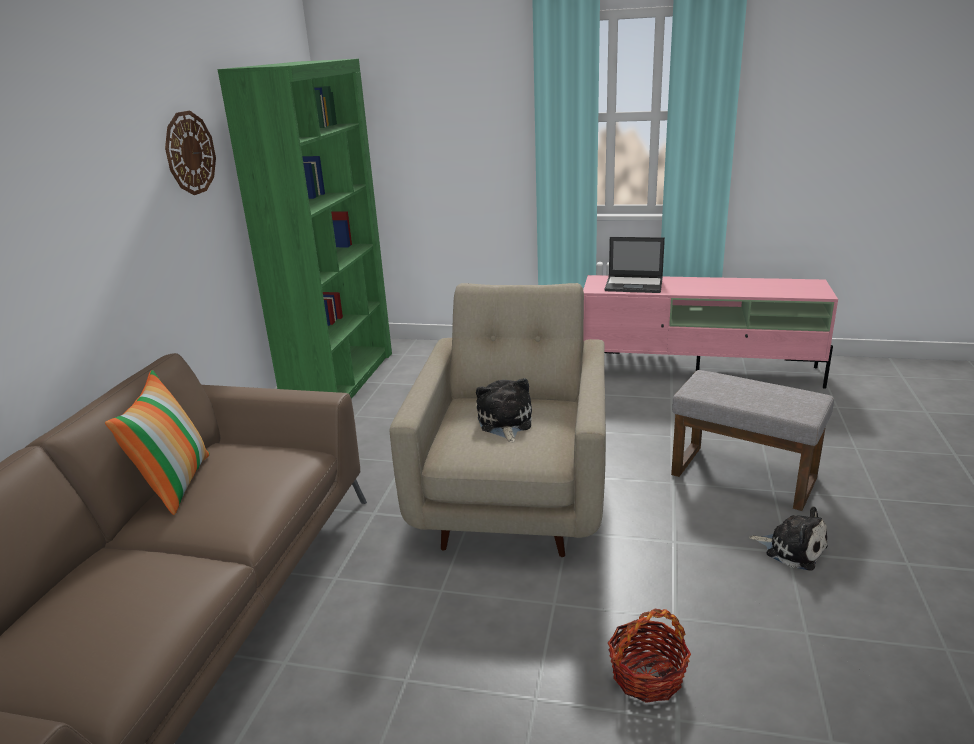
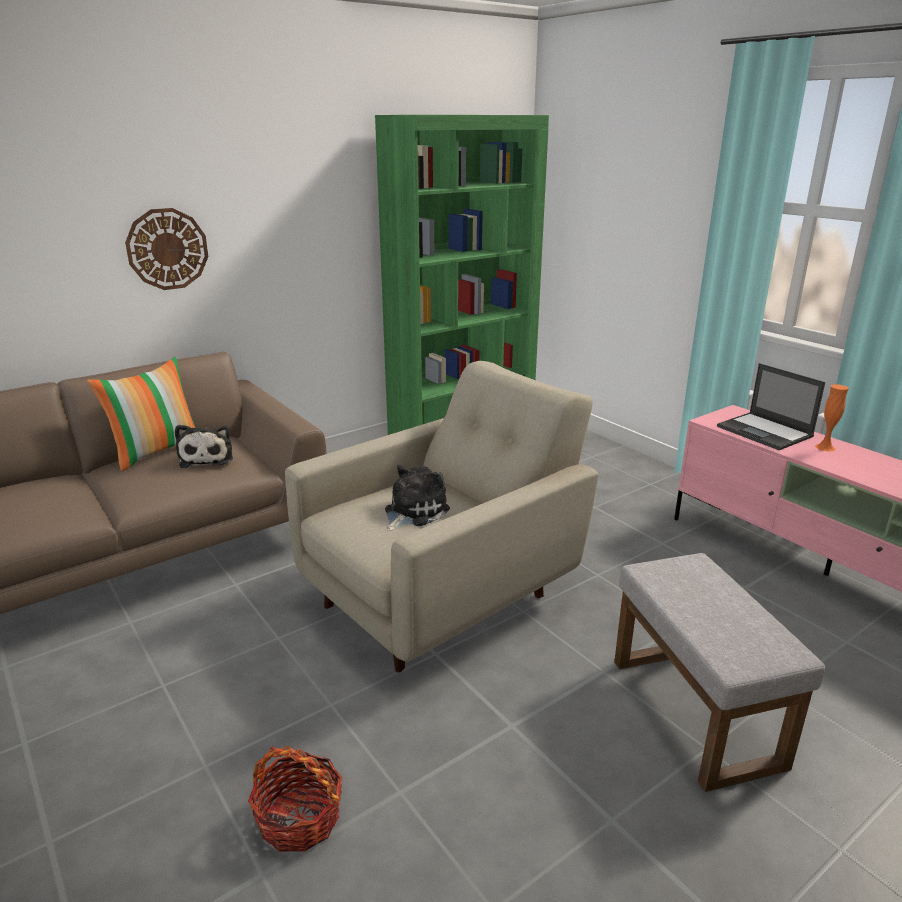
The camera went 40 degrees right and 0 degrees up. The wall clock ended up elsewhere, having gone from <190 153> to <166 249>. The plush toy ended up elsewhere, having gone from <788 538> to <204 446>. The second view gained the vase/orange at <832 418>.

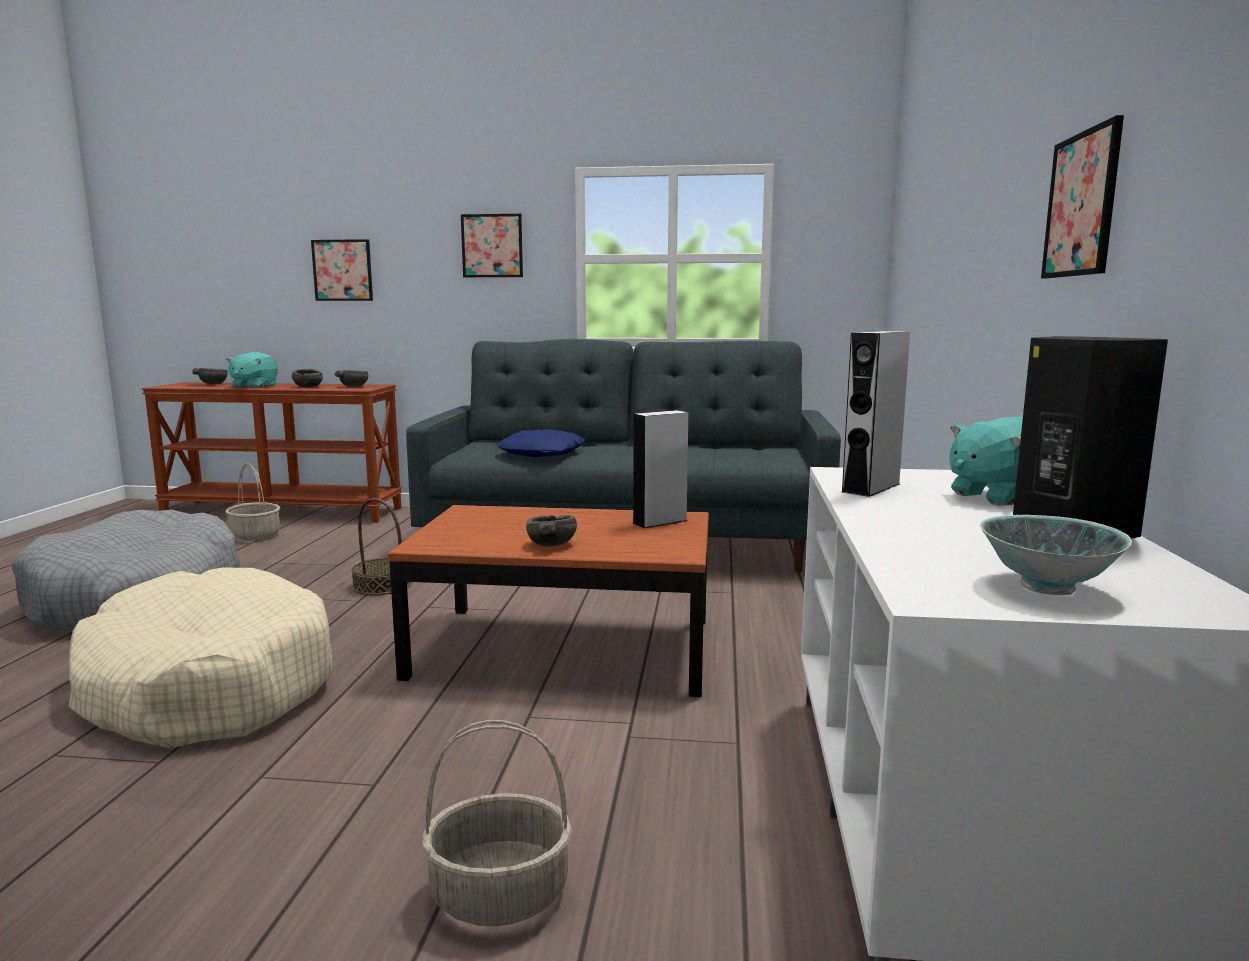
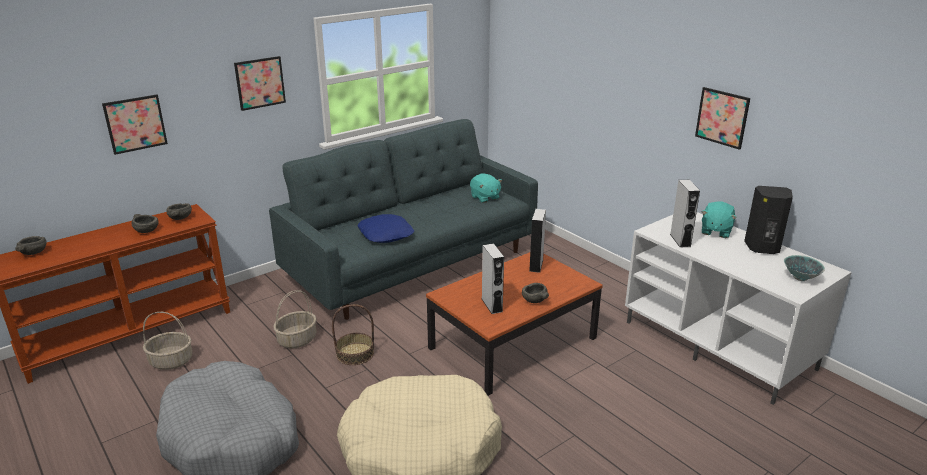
The camera went 45 degrees left and 15 degrees up. The plush toy/turquoise ended up elsewhere, having gone from <252 370> to <486 188>. The basket ended up elsewhere, having gone from <497 823> to <295 319>. The second view gained the speaker/grey at <493 278>.

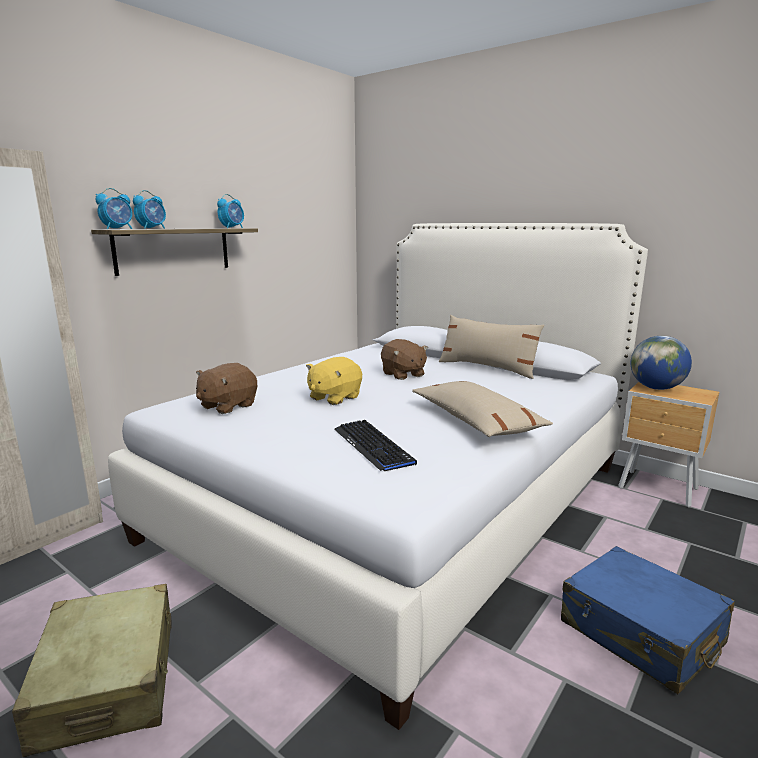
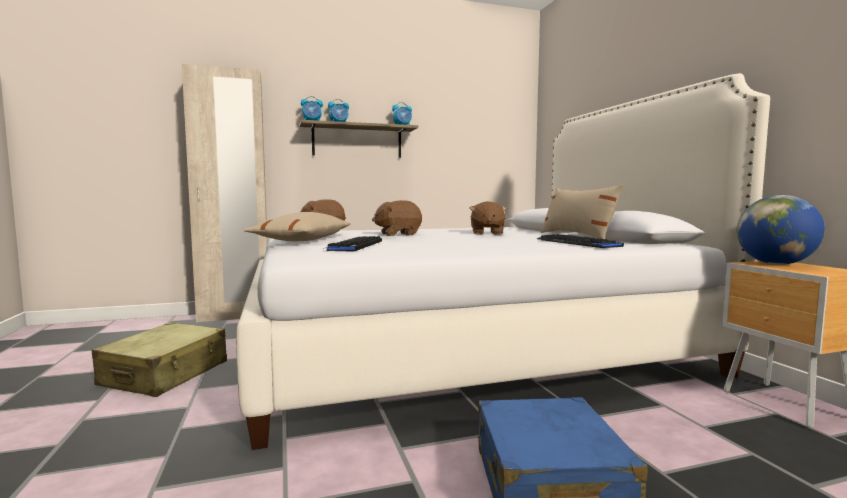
The camera went 35 degrees right and 10 degrees down. What was the plush toy/yellow at <334 381> turned into the plush toy/brown at <397 218>. The pillow/beige ended up elsewhere, having gone from <482 409> to <297 226>. The second view gained the keyboard at <580 241>.

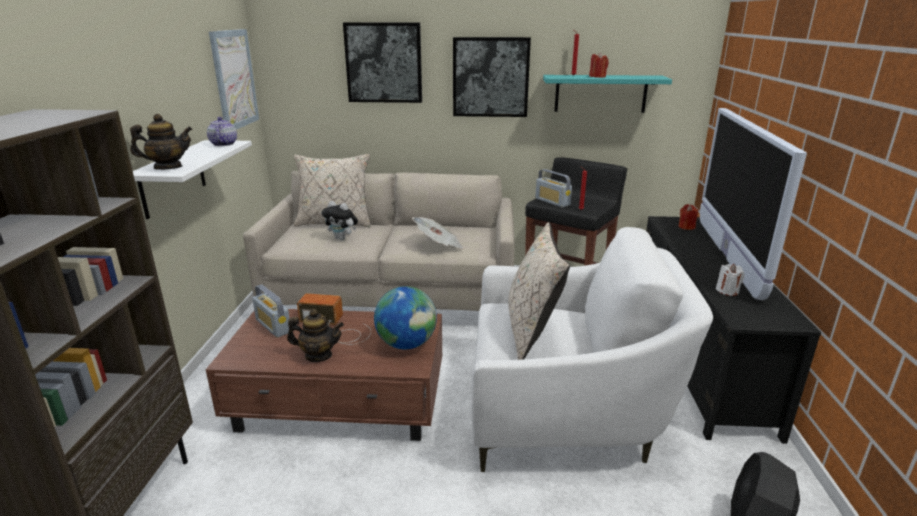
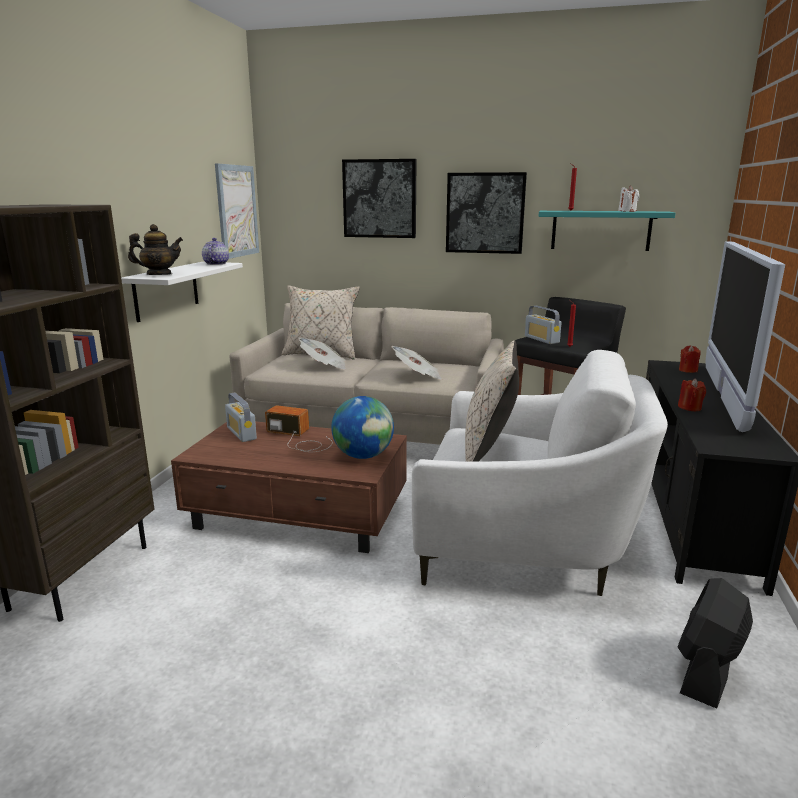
The camera went 10 degrees right and 5 degrees down. The second view lost the teapot at <315 335>. Where the plush toy stood at <340 220>, the newspaper came to stand at <322 354>. The candle/red ended up elsewhere, having gone from <599 65> to <692 394>. The candle/white ended up elsewhere, having gone from <730 280> to <628 198>.

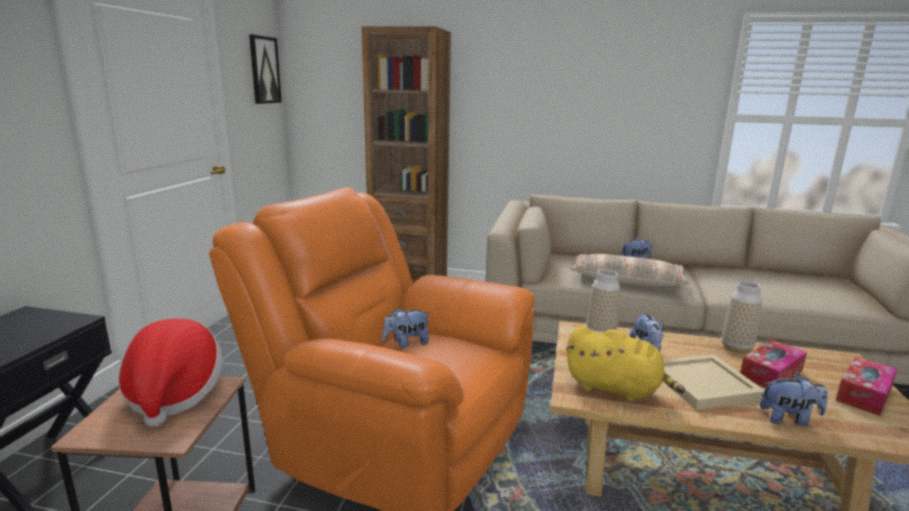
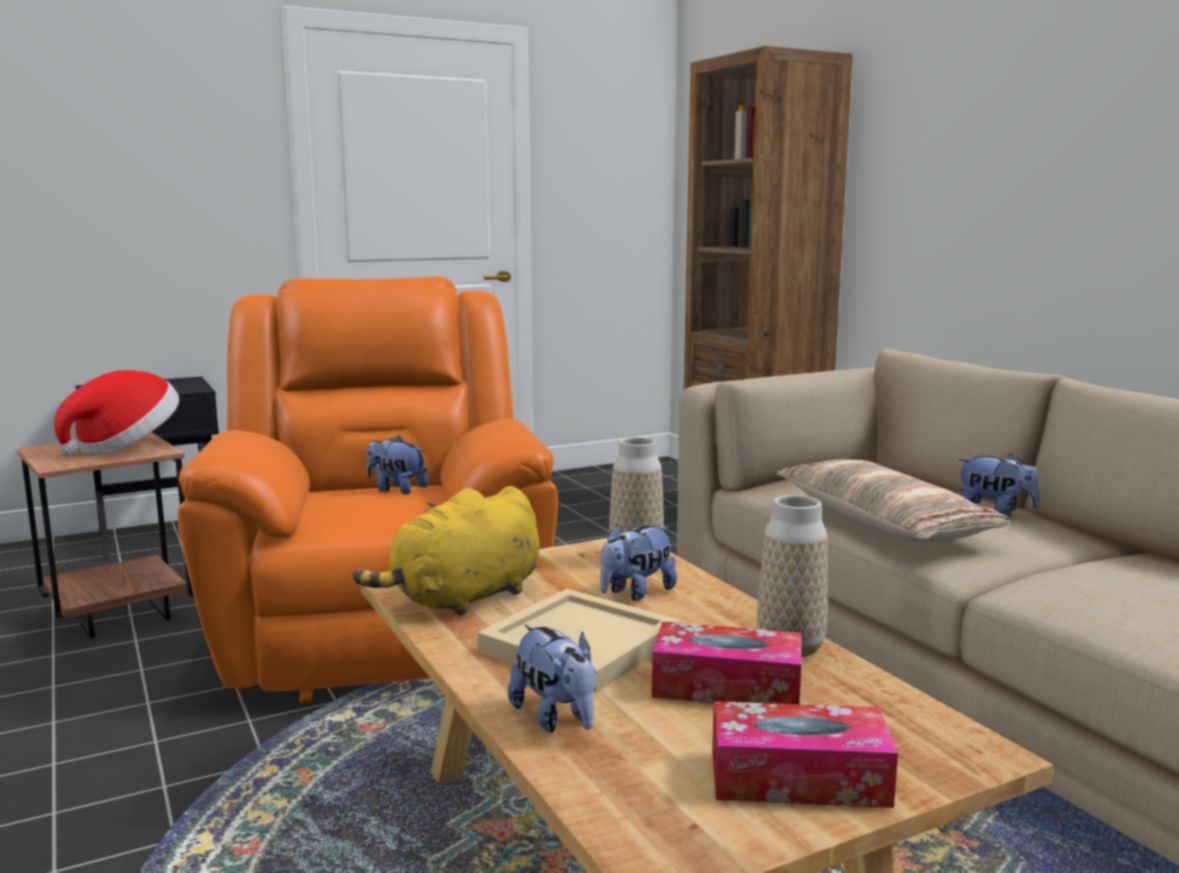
The camera went 50 degrees right and 5 degrees down. The second view lost the picture at <265 69>. The plush toy/yellow at <625 364> ended up facing another way, 60 degrees clockwise from before.

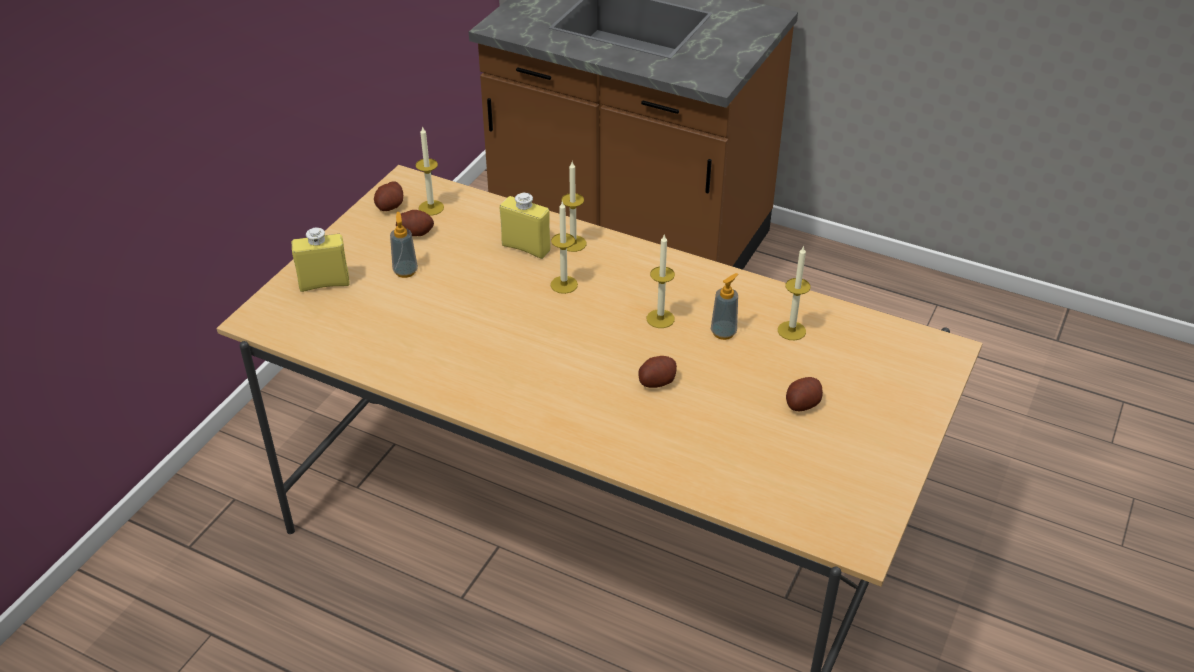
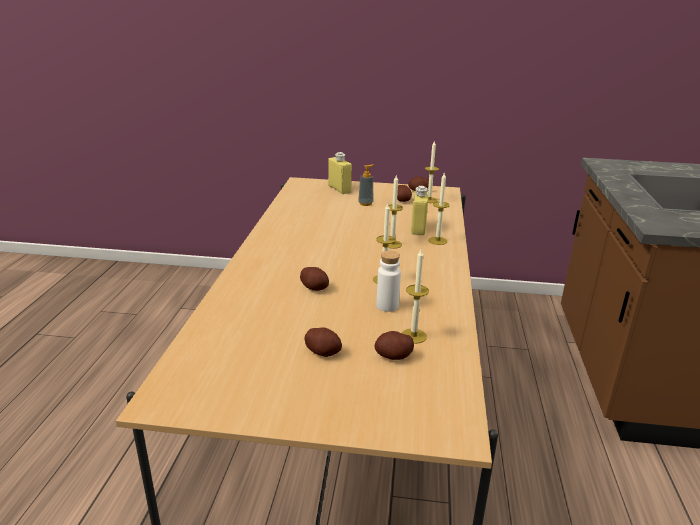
The camera went 70 degrees right and 15 degrees down. Where the soap dispenser stood at <724 306>, the bottle/white came to stand at <389 281>. The second view gained the potato at <394 345>.

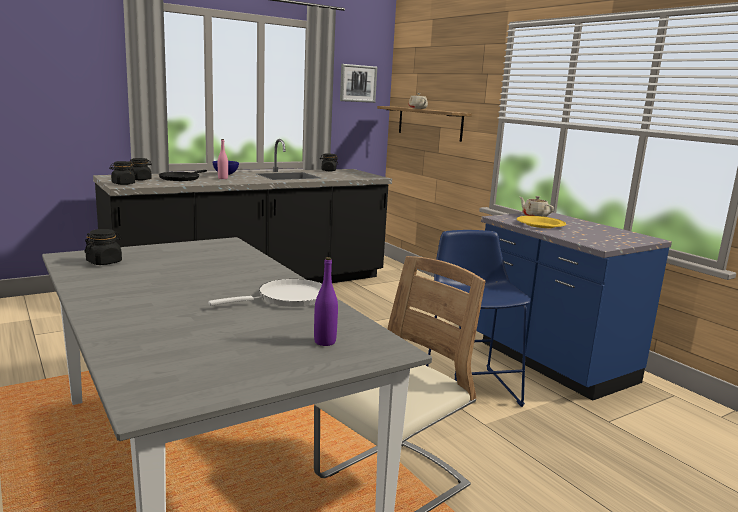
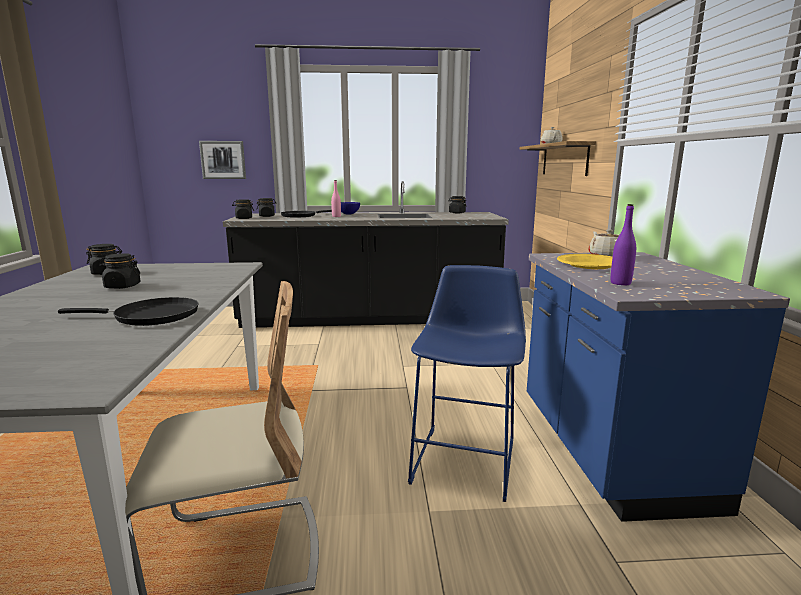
The camera went 30 degrees right and 0 degrees up. What was the frying pan/white at <265 293> turned into the frying pan/black at <128 311>. The bottle/purple ended up elsewhere, having gone from <326 301> to <623 244>. The picture ended up elsewhere, having gone from <358 83> to <222 160>. The second view gained the jar/black at <120 271>.

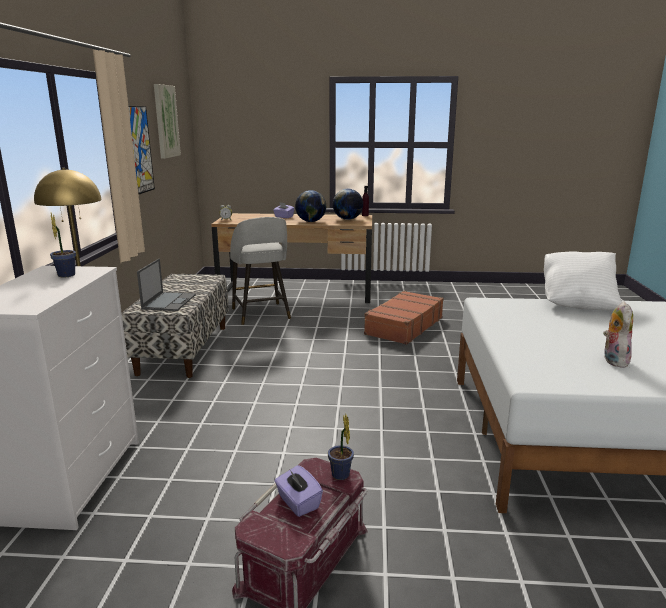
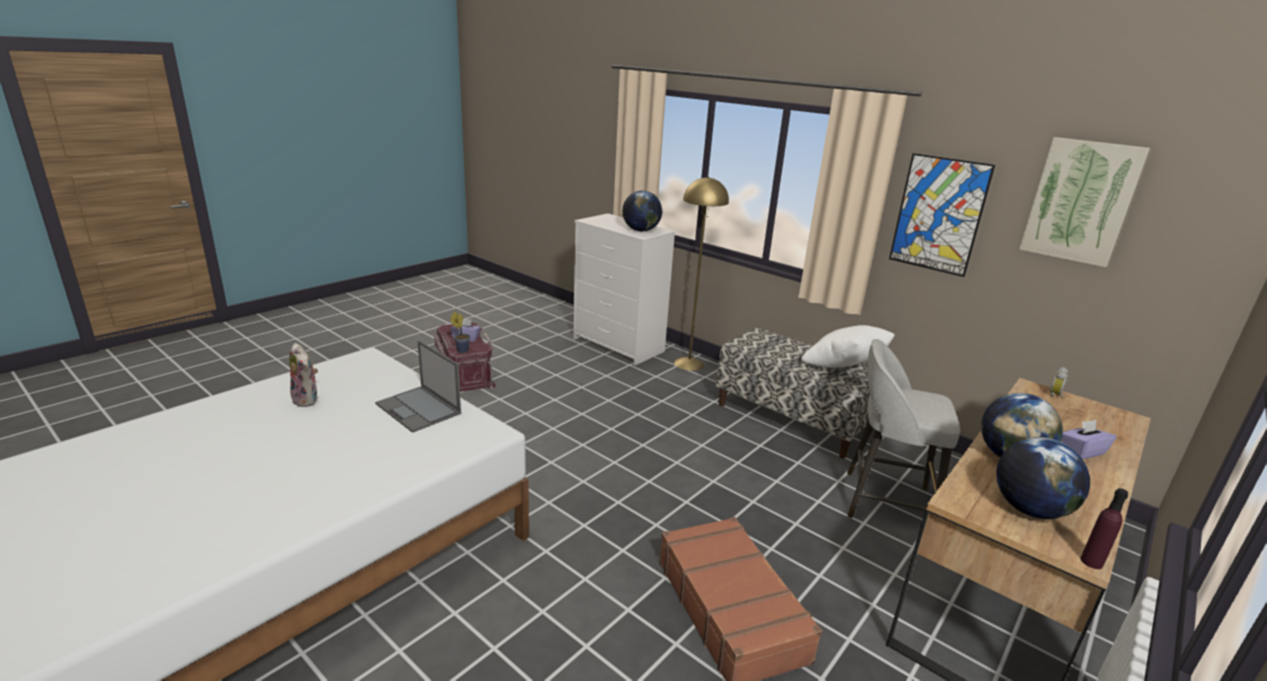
The camera went 125 degrees right and 5 degrees up. Where the potted plant stood at <63 245>, the globe came to stand at <642 211>. The laptop ended up elsewhere, having gone from <166 285> to <418 386>. The pillow/white ended up elsewhere, having gone from <583 281> to <848 346>.

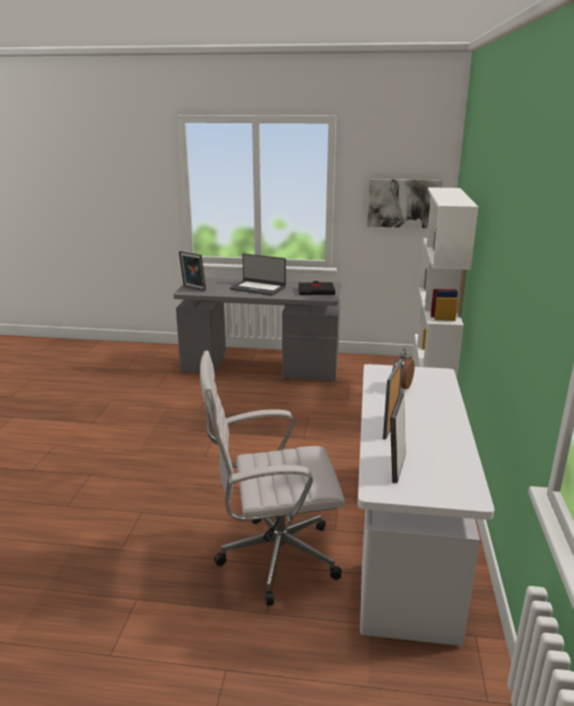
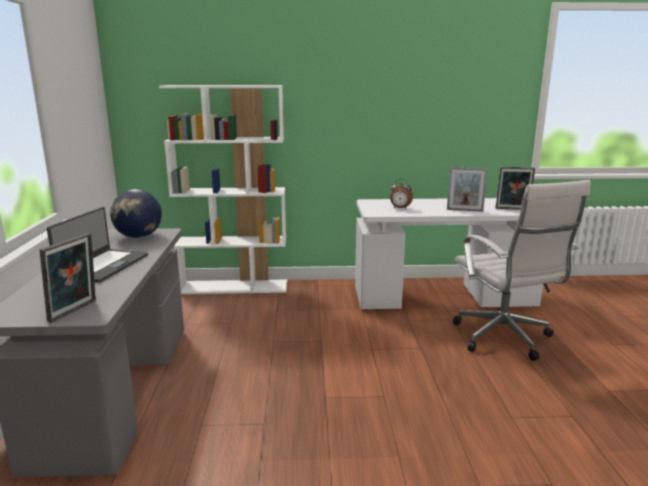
The camera went 100 degrees left and 5 degrees down. Where the book/black stood at <316 288>, the globe came to stand at <136 213>. The second view lost the picture at <404 203>.

